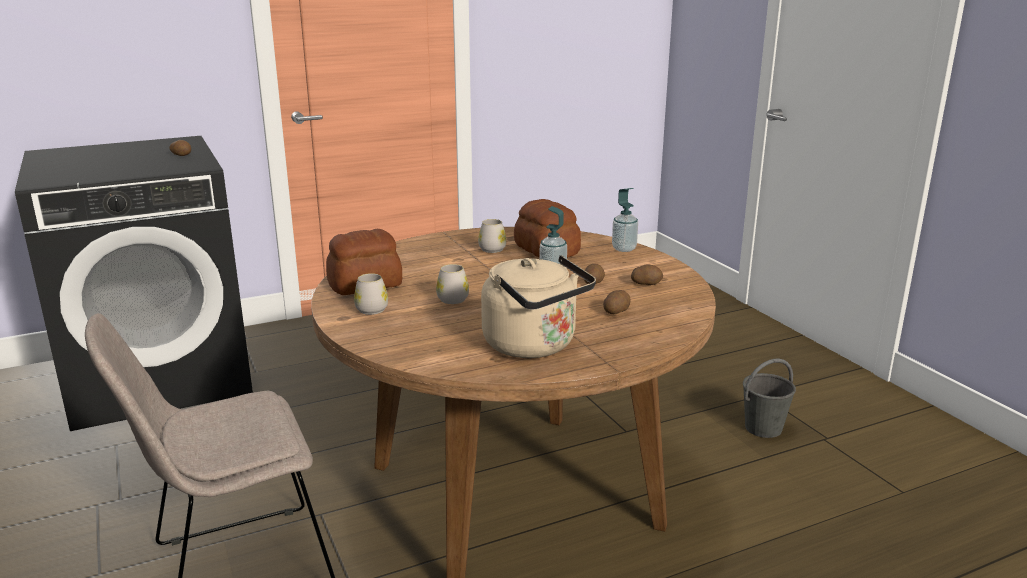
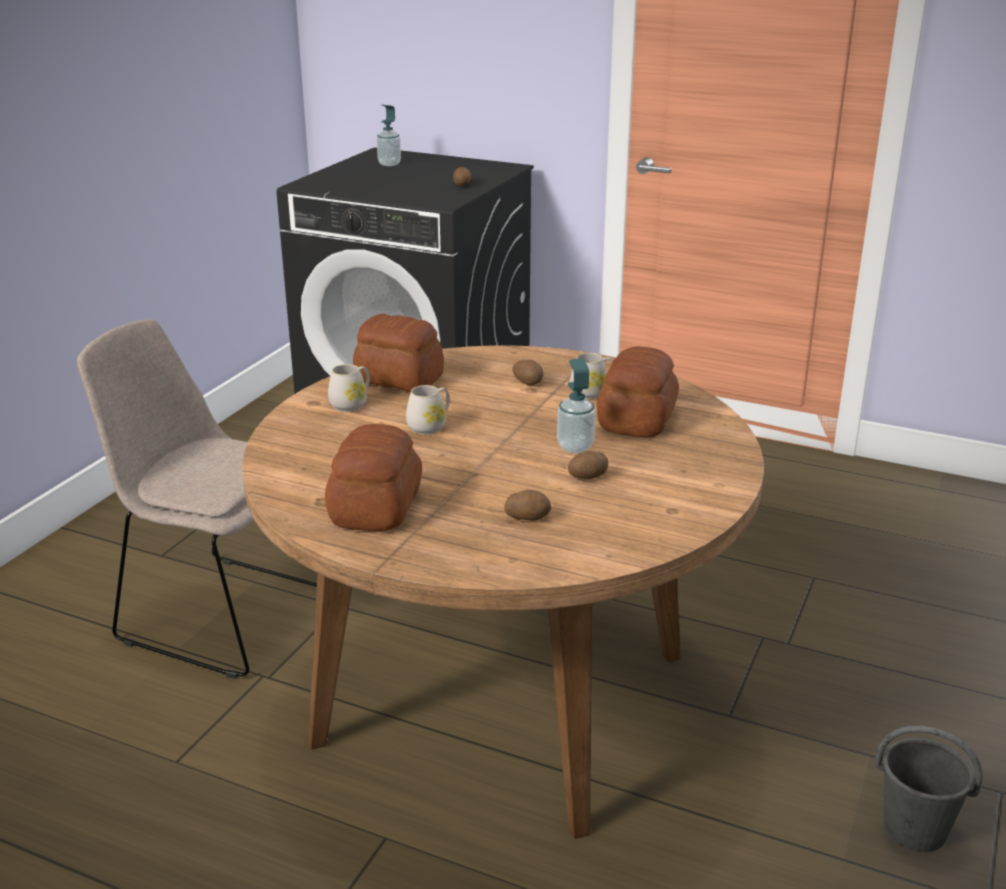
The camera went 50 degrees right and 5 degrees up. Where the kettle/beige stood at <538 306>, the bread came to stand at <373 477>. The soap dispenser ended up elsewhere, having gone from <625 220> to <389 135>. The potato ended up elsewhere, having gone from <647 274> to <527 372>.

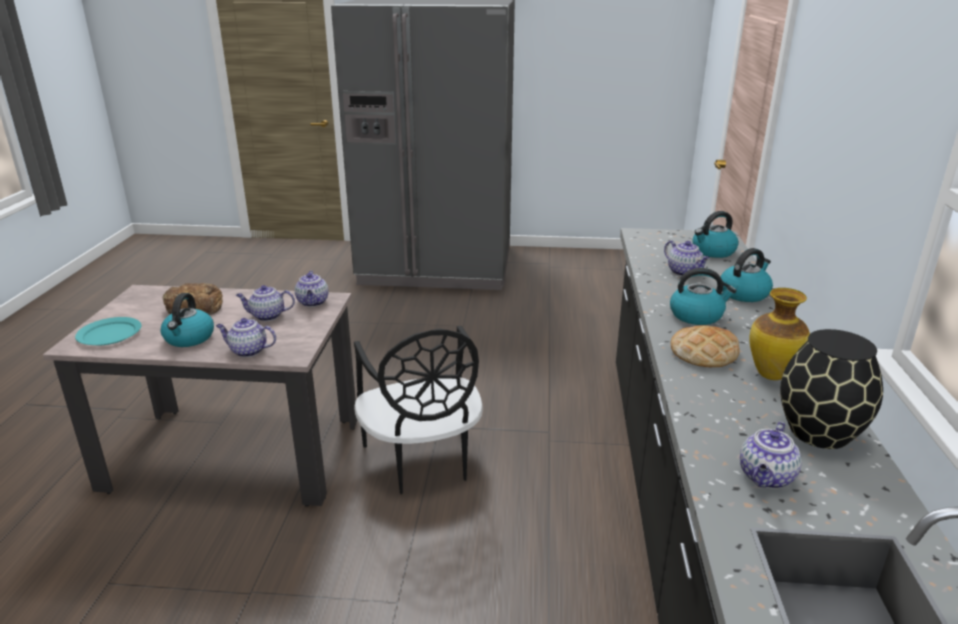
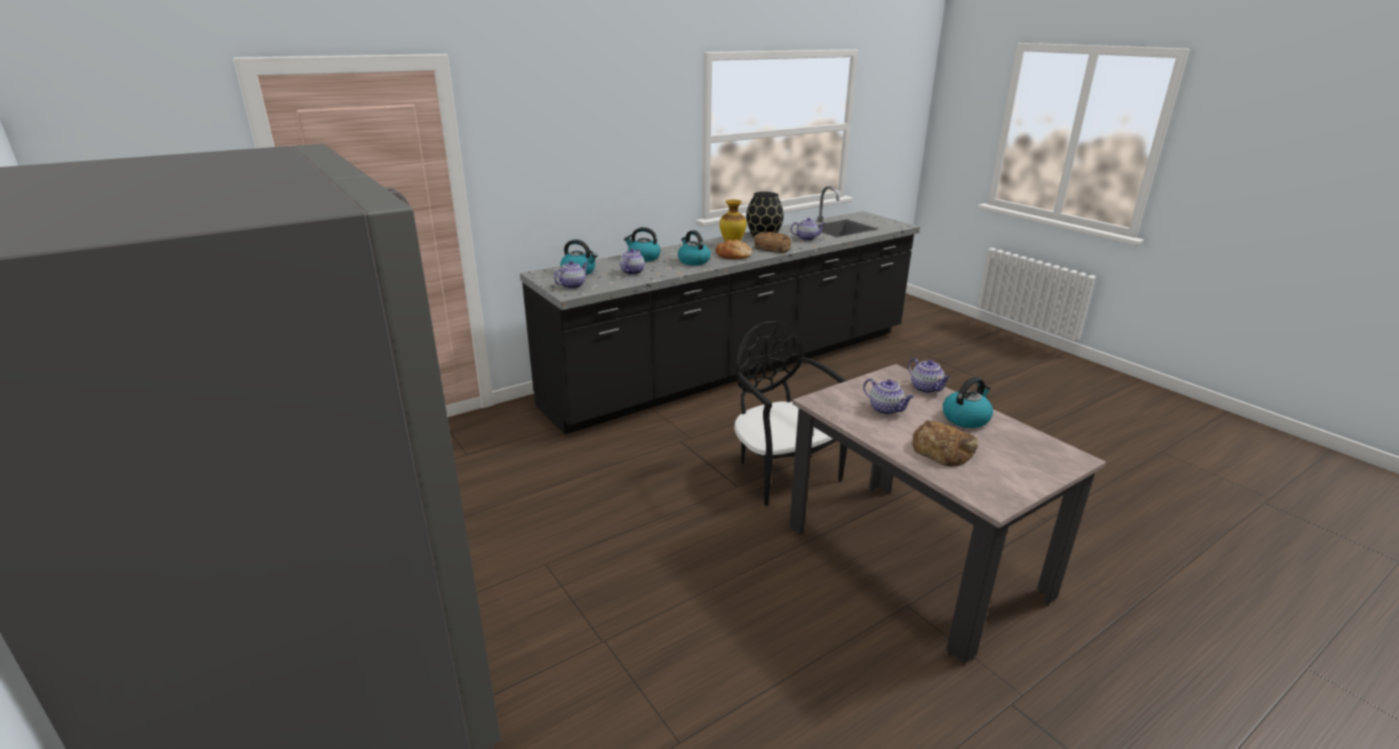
The camera went 130 degrees left and 0 degrees up. The second view lost the plate/turquoise at <108 331>. The teapot ended up elsewhere, having gone from <312 289> to <571 275>. The chair/black at <418 410> ended up facing another way, 60 degrees counterclockwise from before. The second view gained the bread at <772 242>.

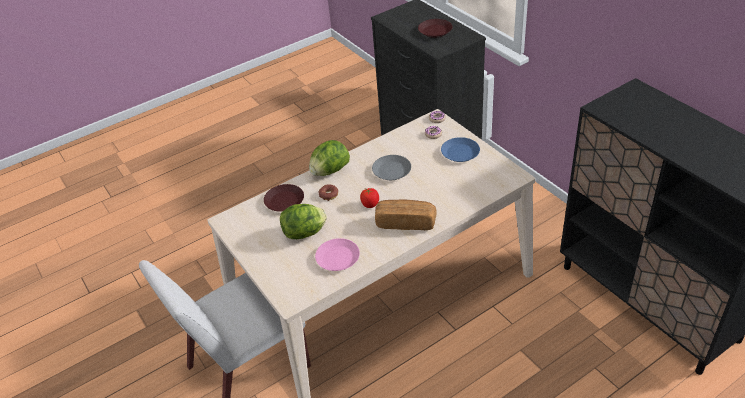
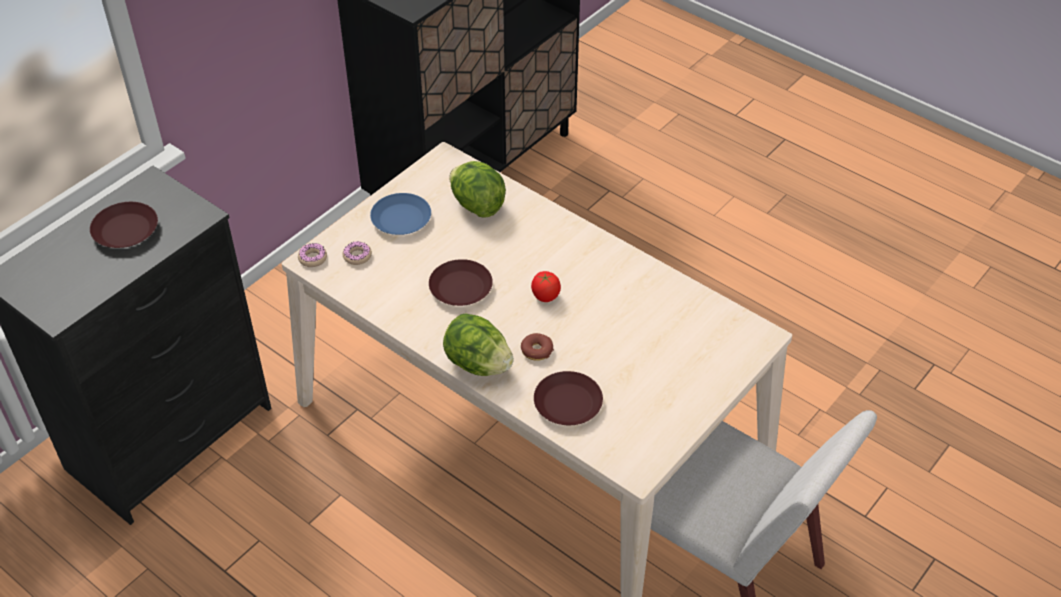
The camera went 110 degrees left and 5 degrees up. The lettuce ended up elsewhere, having gone from <303 221> to <477 189>. The second view lost the plate/pink at <337 254>. What was the plate/grey at <391 167> turned into the plate/brown at <461 282>. The second view lost the bread at <406 214>.

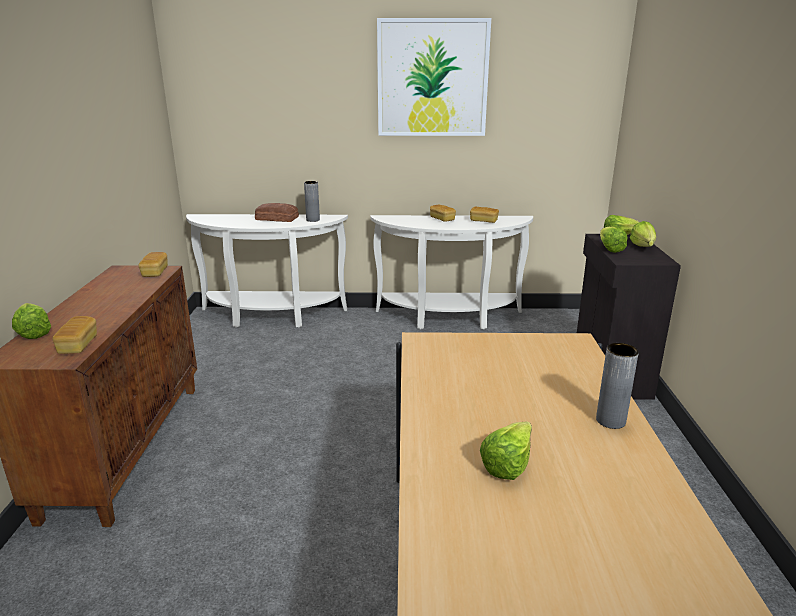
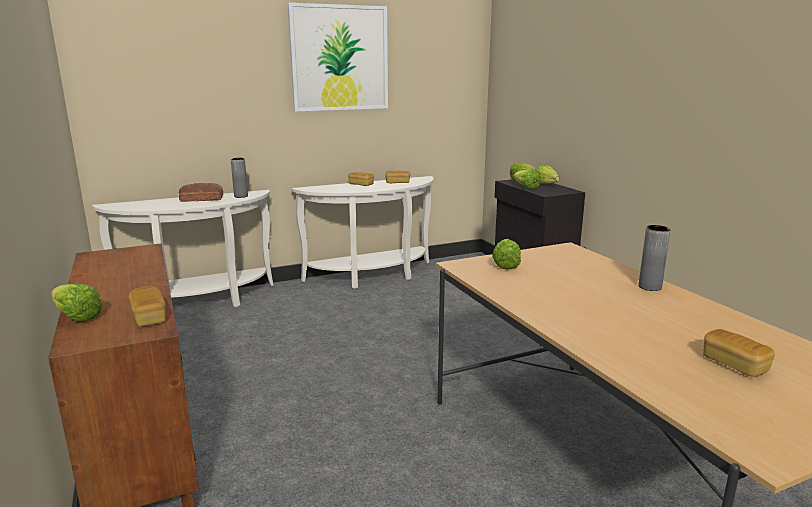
The camera went 25 degrees left and 5 degrees down. The bread ended up elsewhere, having gone from <153 264> to <739 353>. The lettuce ended up elsewhere, having gone from <506 451> to <506 254>.

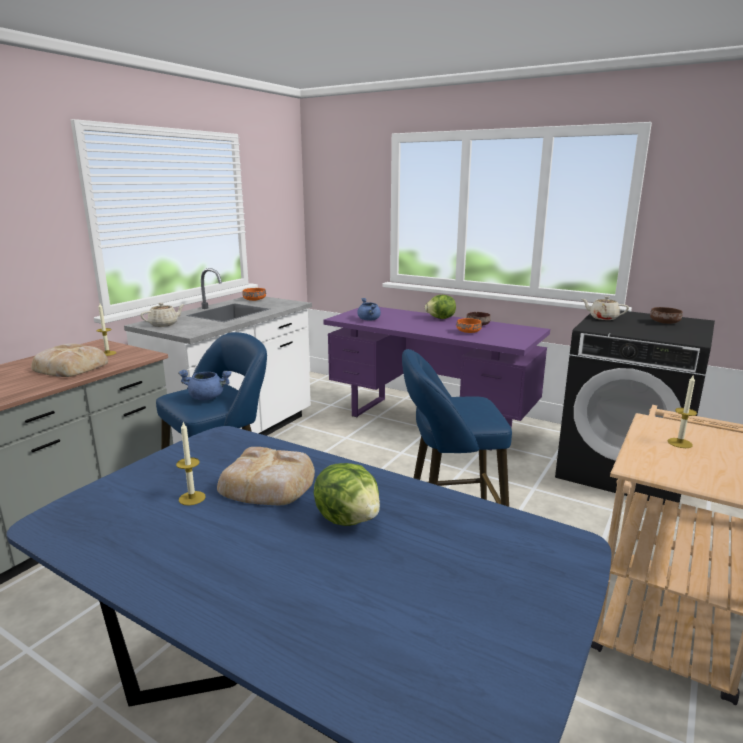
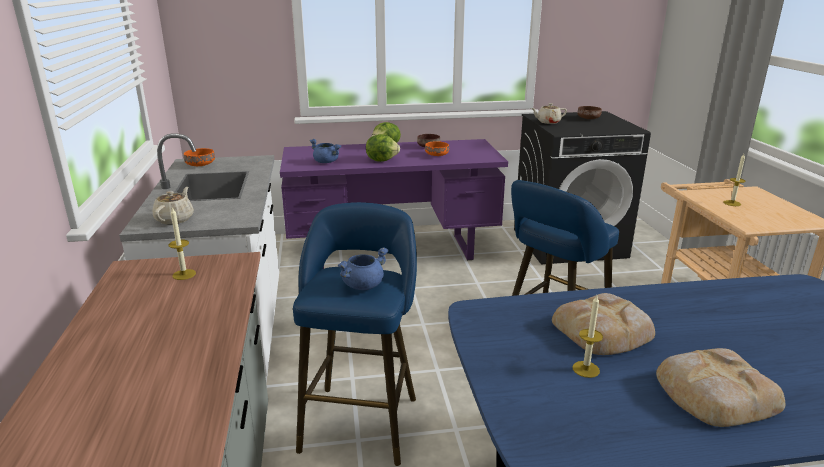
The camera went 40 degrees left and 5 degrees up. The bread ended up elsewhere, having gone from <69 360> to <720 387>. The lettuce ended up elsewhere, having gone from <347 494> to <383 148>.

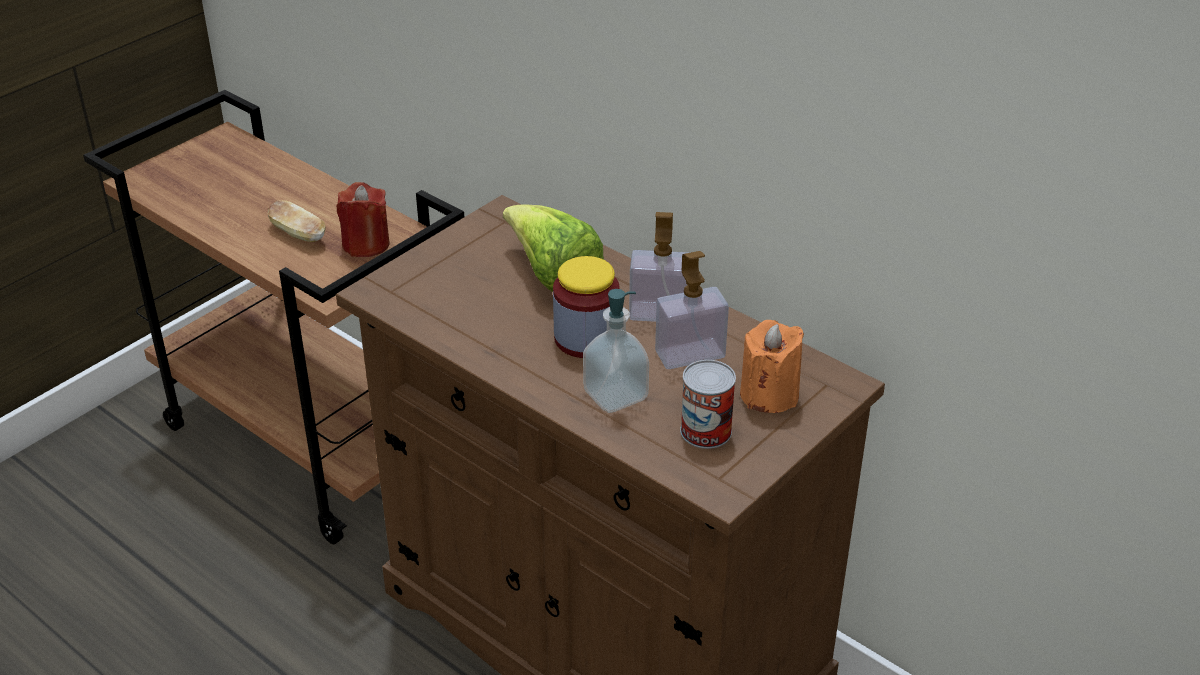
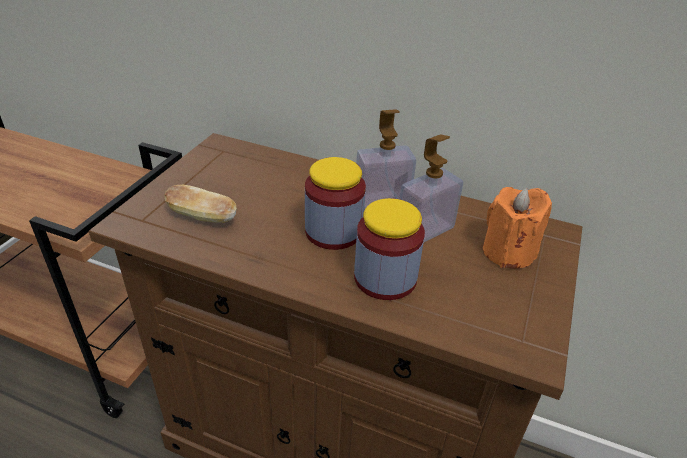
The camera went 20 degrees left and 0 degrees up. The bread ended up elsewhere, having gone from <296 221> to <200 204>. The second view lost the candle/red at <363 219>. The second view lost the lettuce at <553 248>. Where the soap dispenser stood at <616 351>, the jar came to stand at <389 249>. The second view lost the can at <708 404>.

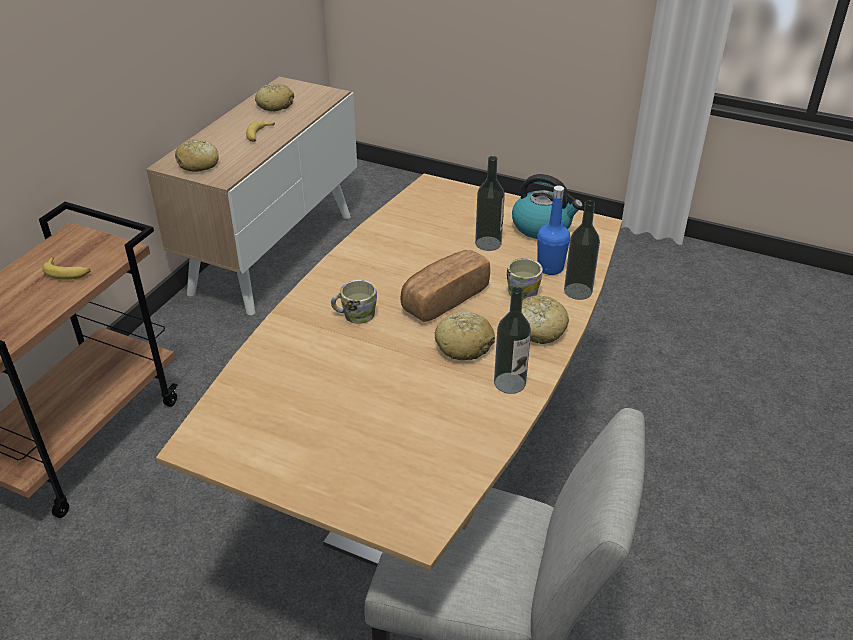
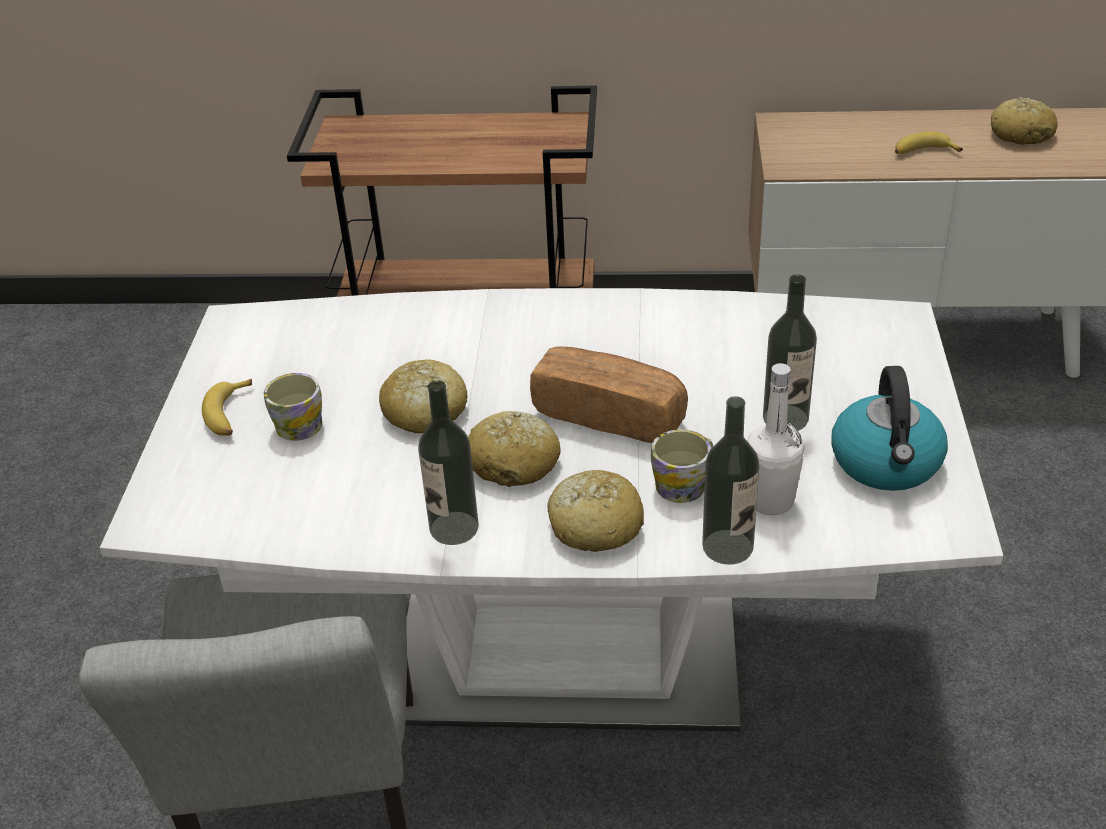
The camera went 70 degrees right and 0 degrees up. The banana ended up elsewhere, having gone from <66 268> to <227 407>. What was the dining table/brown at <389 372> turned into the dining table/white at <551 509>. The bread ended up elsewhere, having gone from <197 155> to <423 396>. The mug ended up elsewhere, having gone from <354 302> to <293 407>. What was the bottle/blue at <553 230> turned into the bottle/white at <776 439>.

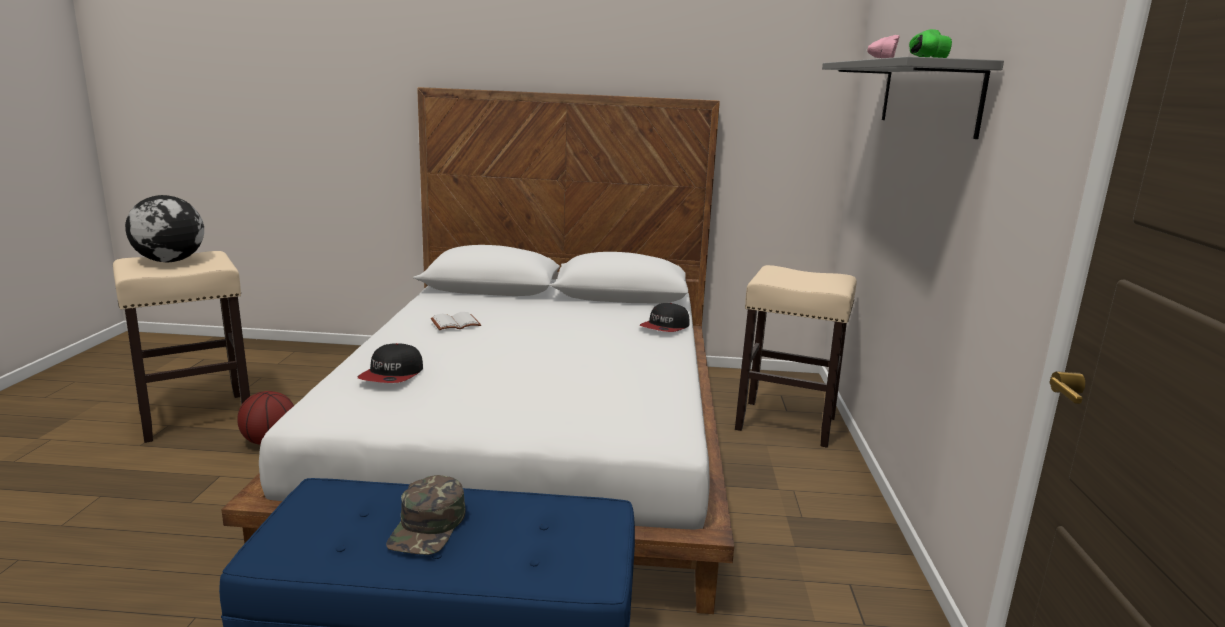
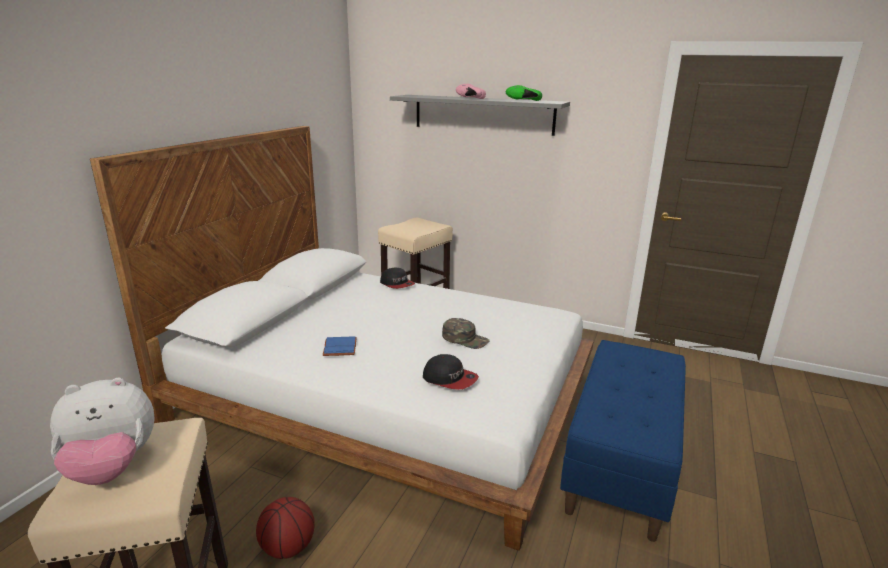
The camera went 70 degrees left and 5 degrees up. Where the globe stood at <164 228>, the plush toy came to stand at <102 431>. The cap/green ended up elsewhere, having gone from <426 515> to <465 333>. What was the book/white at <456 321> turned into the book/blue at <340 346>.

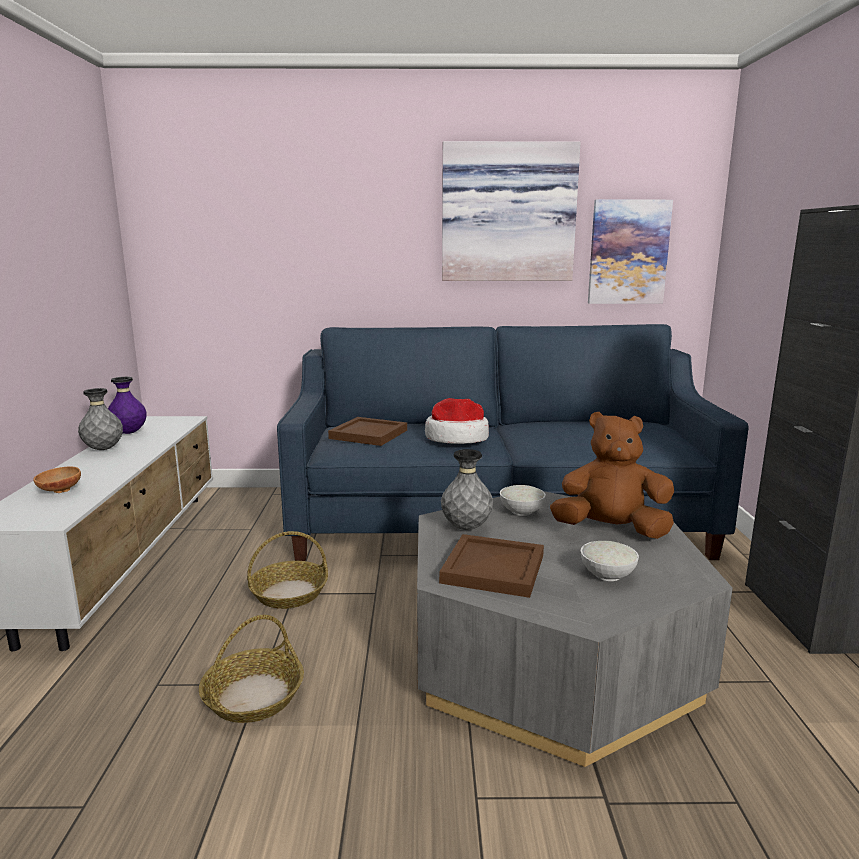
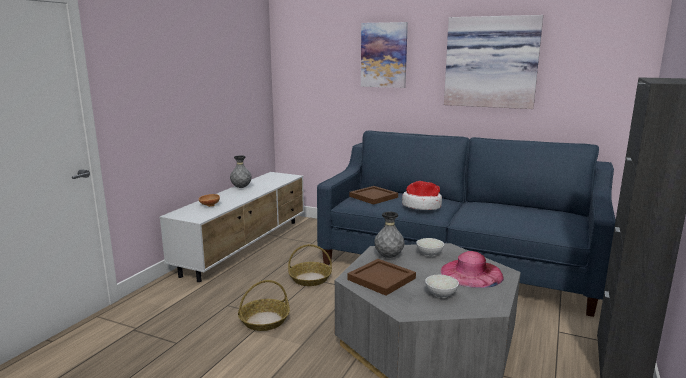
The camera went 25 degrees right and 0 degrees up. The second view lost the vase/purple at <127 405>. Where the plush toy/brown stood at <612 475>, the hat/pink came to stand at <472 269>. The picture ended up elsewhere, having gone from <630 252> to <384 55>.

